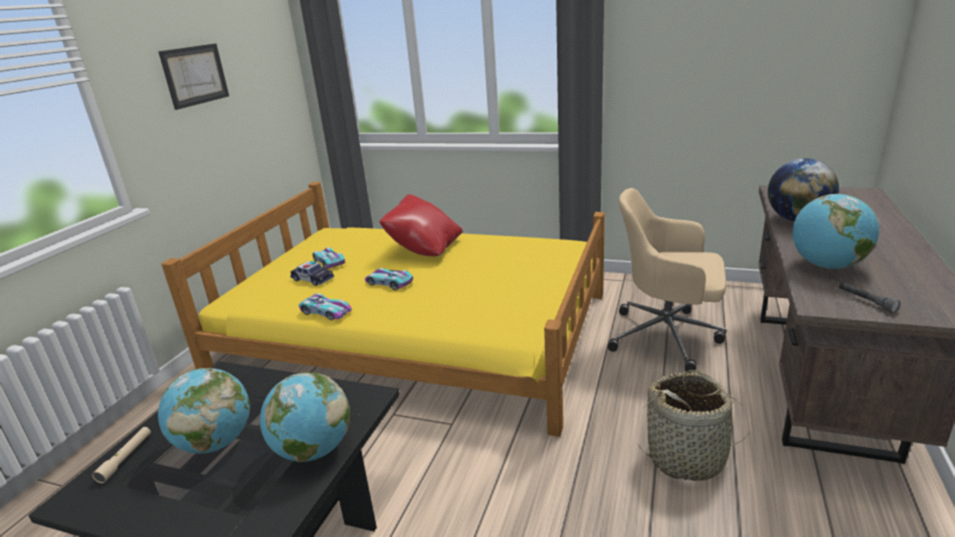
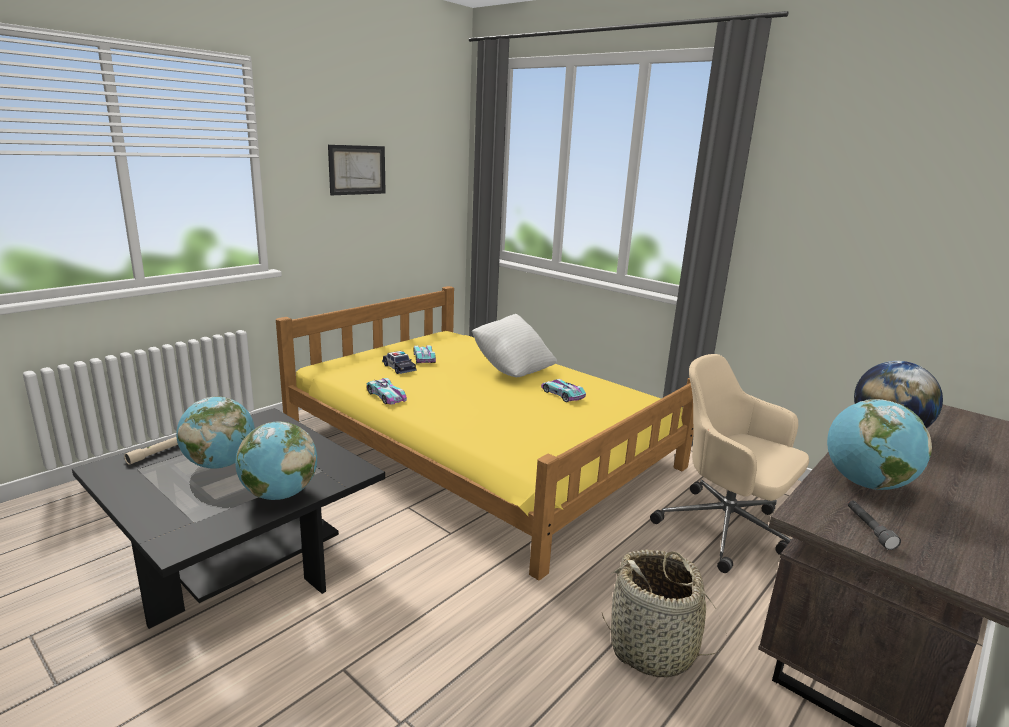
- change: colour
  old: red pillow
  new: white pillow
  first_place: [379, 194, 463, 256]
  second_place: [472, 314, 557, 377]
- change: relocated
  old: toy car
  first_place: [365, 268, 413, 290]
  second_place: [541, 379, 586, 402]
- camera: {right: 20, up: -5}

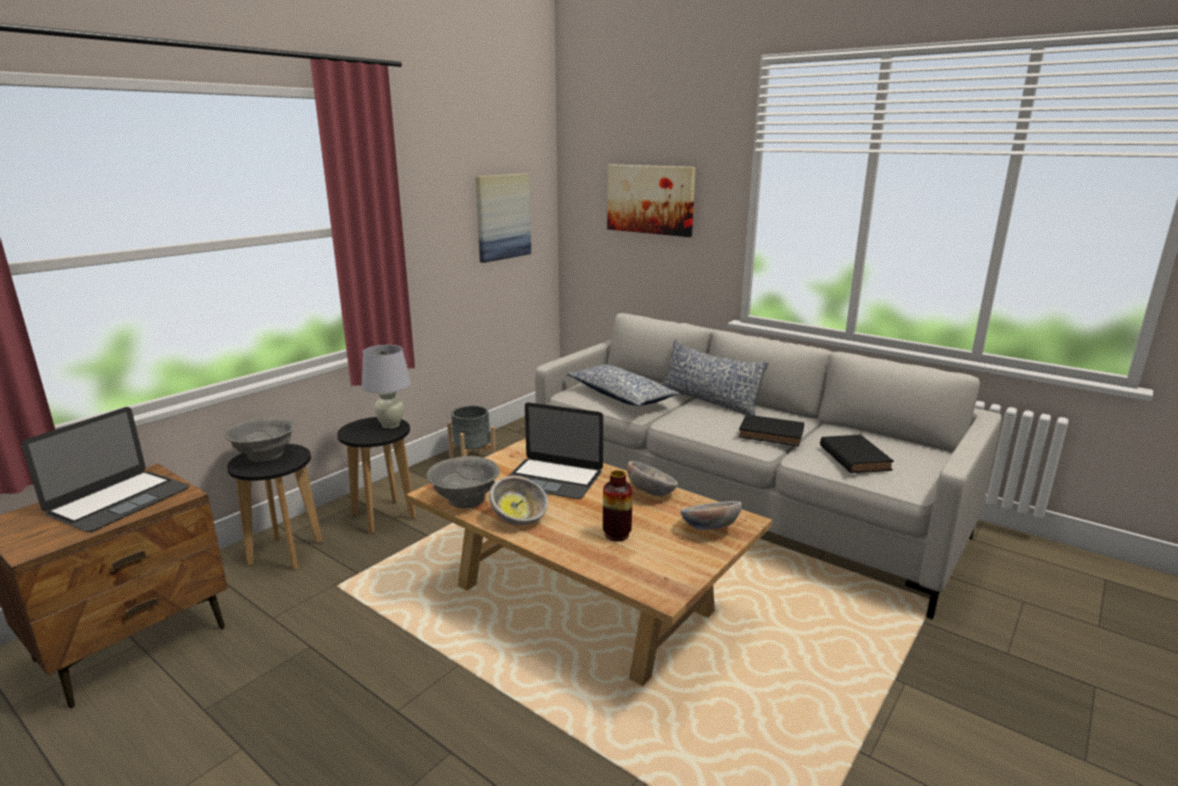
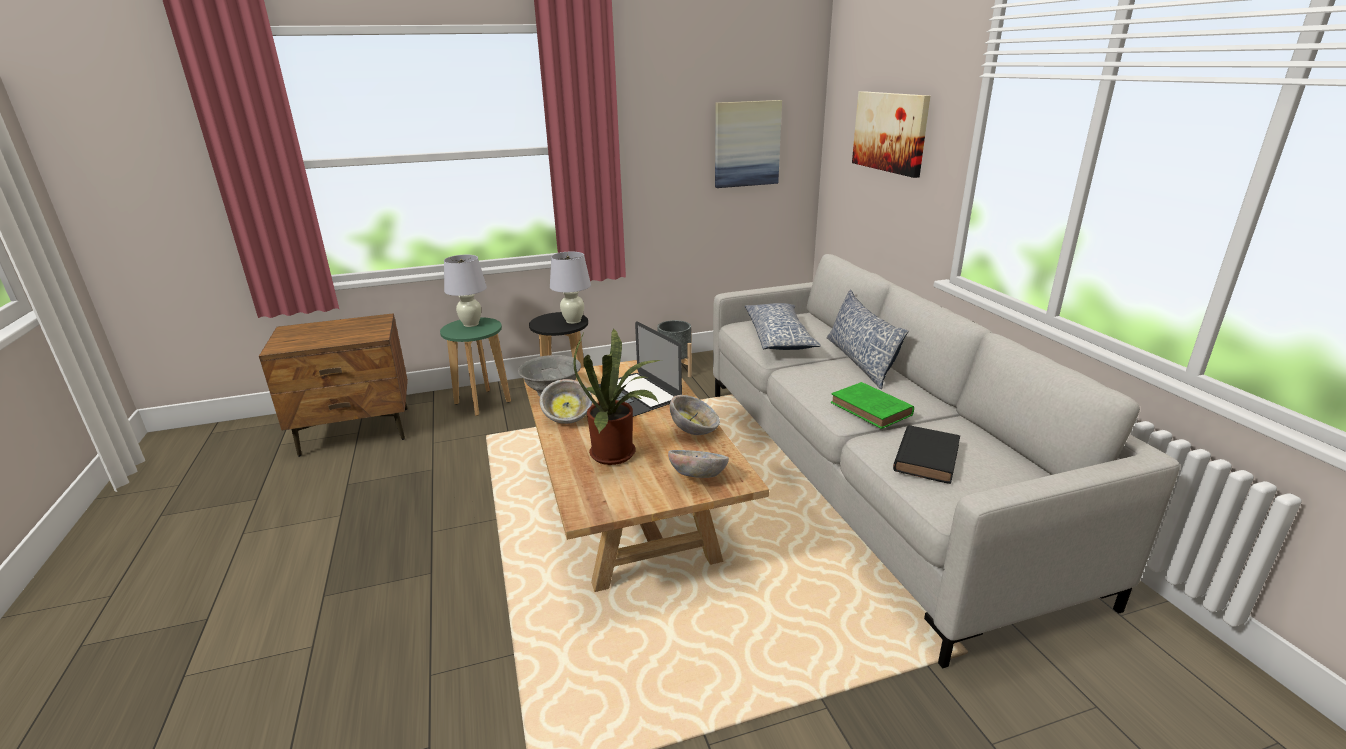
- change: missing
  old: laptop
  first_place: [22, 407, 190, 532]
- change: colour
  old: black book
  new: green book
  first_place: [738, 415, 804, 446]
  second_place: [831, 382, 914, 429]
- change: exchanged
  old: grey bowl
  new: white table lamp
  first_place: [224, 417, 295, 462]
  second_place: [444, 255, 487, 327]
- change: colour
  old: black stool
  new: green stool
  first_place: [227, 444, 323, 570]
  second_place: [440, 317, 511, 416]
- change: exchanged
  old: vase
  new: potted plant
  first_place: [603, 470, 633, 541]
  second_place: [573, 329, 660, 465]
- camera: {right: 35, up: 5}

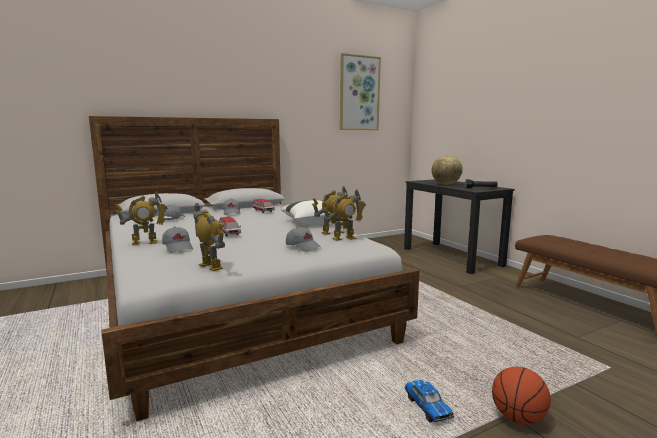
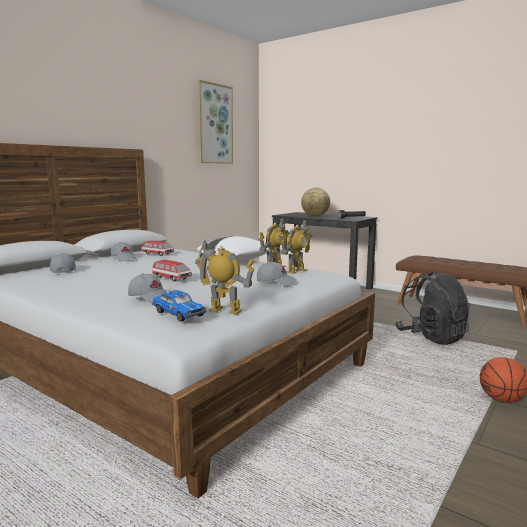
- change: missing
  old: toy robot
  first_place: [115, 192, 168, 245]
- change: relocated
  old: toy car
  first_place: [404, 380, 454, 423]
  second_place: [152, 290, 206, 322]
- change: appeared
  new: black backpack
  second_place: [395, 271, 470, 345]
- camera: {right: -25, up: 0}

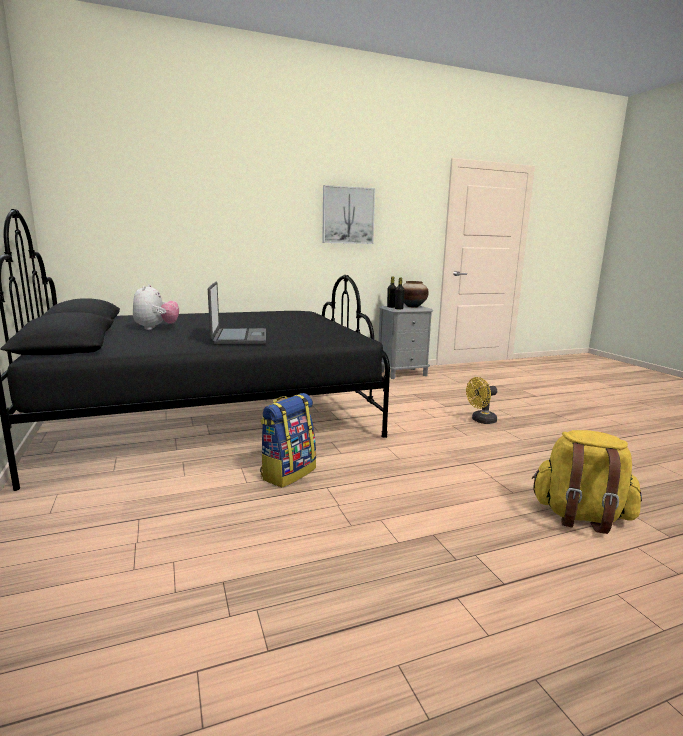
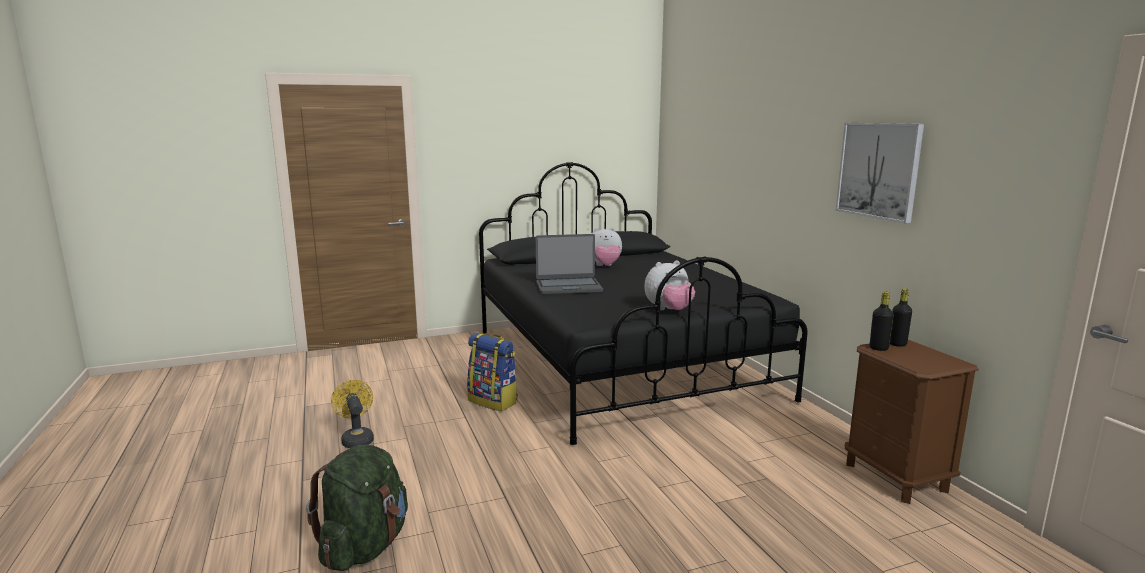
- change: missing
  old: vase
  first_place: [402, 281, 429, 308]
- change: colour
  old: grey nightstand
  new: brown nightstand
  first_place: [379, 305, 433, 379]
  second_place: [845, 340, 979, 504]
- change: relocated
  old: yellow fan
  first_place: [466, 377, 497, 424]
  second_place: [331, 380, 374, 448]
- change: colour
  old: yellow backpack
  new: green backpack
  first_place: [532, 430, 642, 534]
  second_place: [306, 445, 408, 571]
- change: appeared
  new: plush toy
  second_place: [645, 260, 695, 310]
- camera: {right: 90, up: 0}

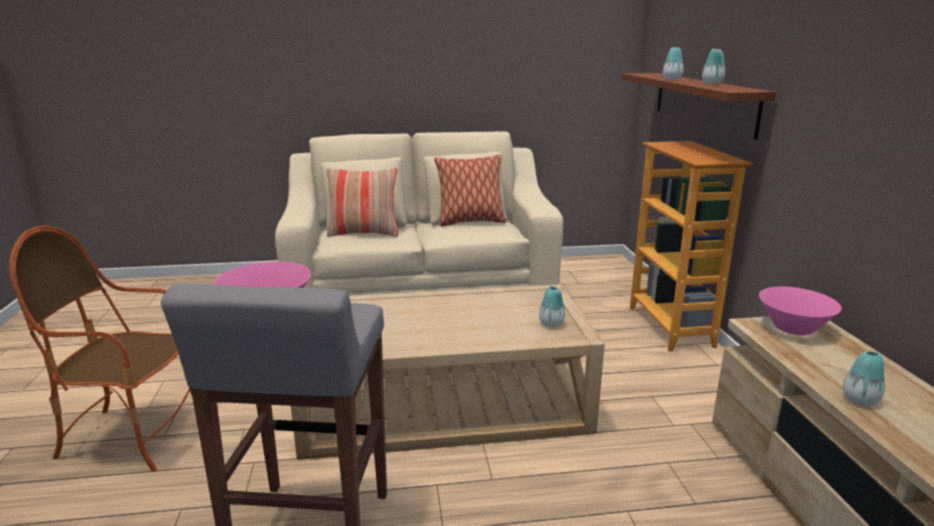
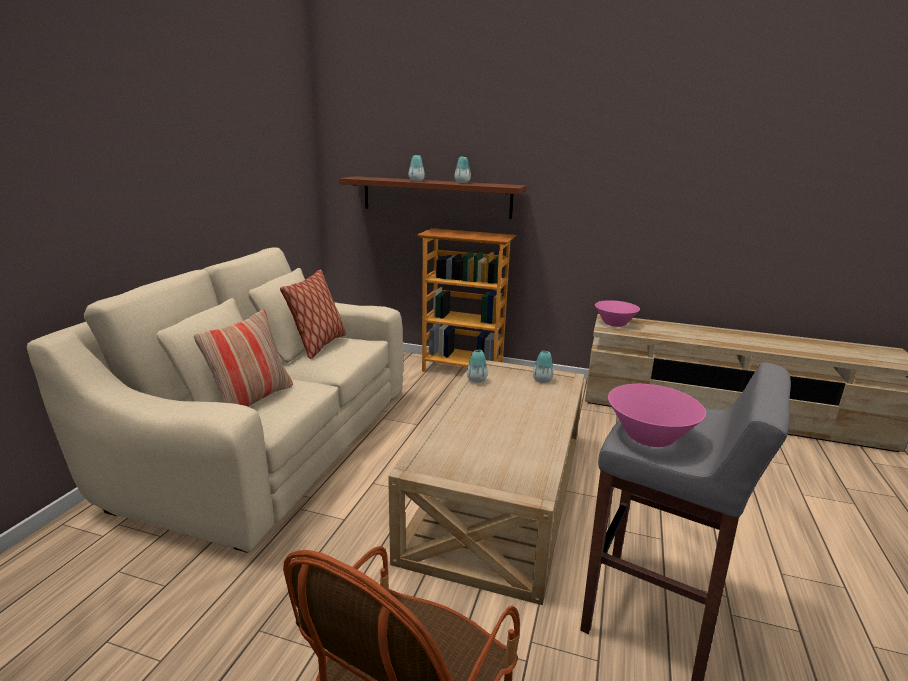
- change: relocated
  old: vase
  first_place: [843, 351, 885, 406]
  second_place: [467, 350, 488, 383]
- camera: {right: -65, up: 0}

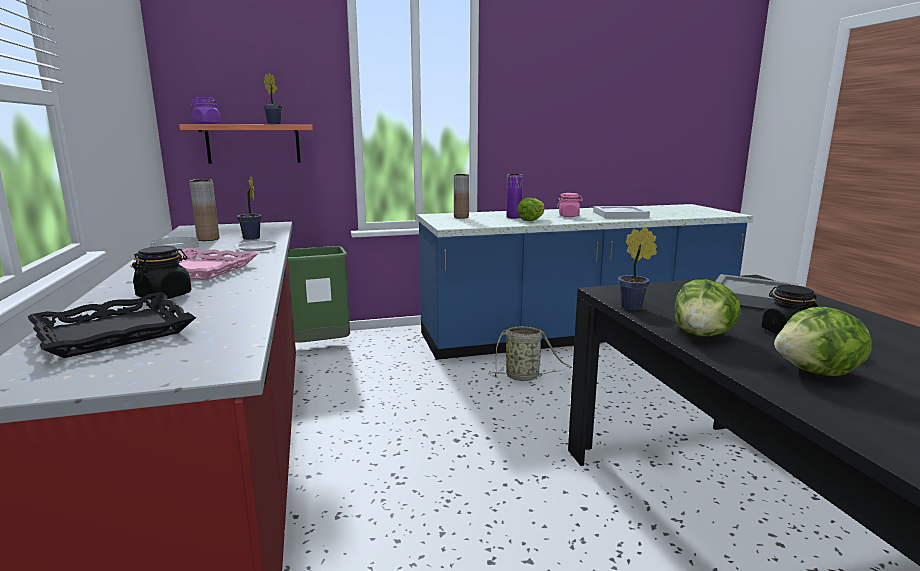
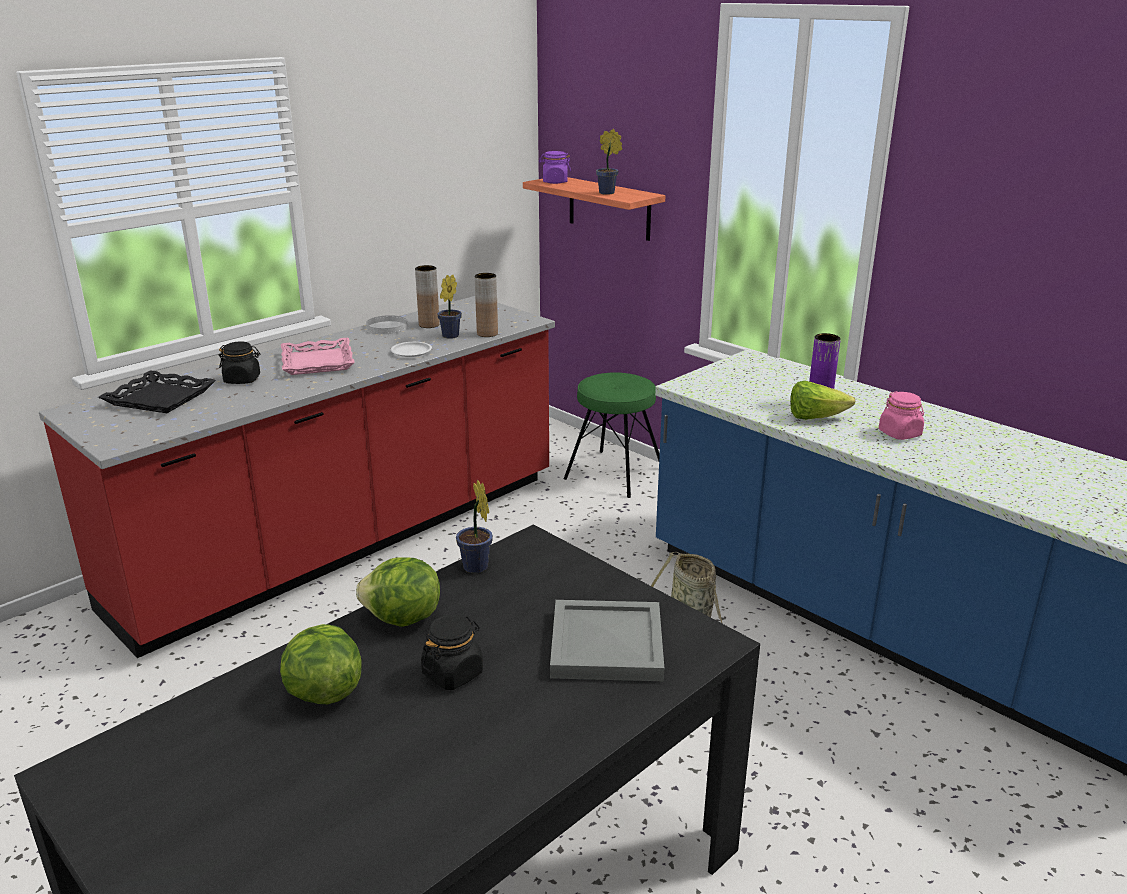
- change: relocated
  old: brown vase
  first_place: [454, 174, 469, 219]
  second_place: [475, 273, 498, 337]
- change: missing
  old: white tray
  first_place: [593, 206, 650, 219]
- change: exchanged
  old: green trash can
  new: green stool
  first_place: [288, 246, 350, 343]
  second_place: [564, 372, 660, 498]
- camera: {right: 60, up: 10}

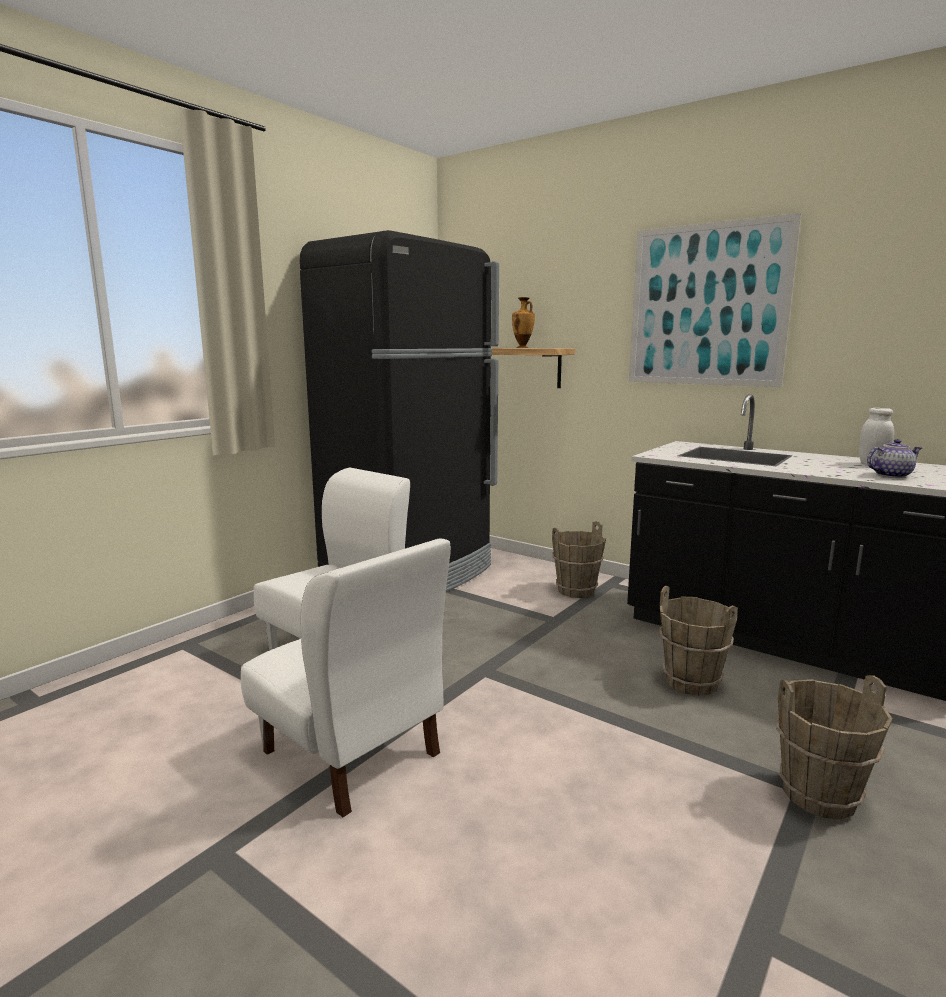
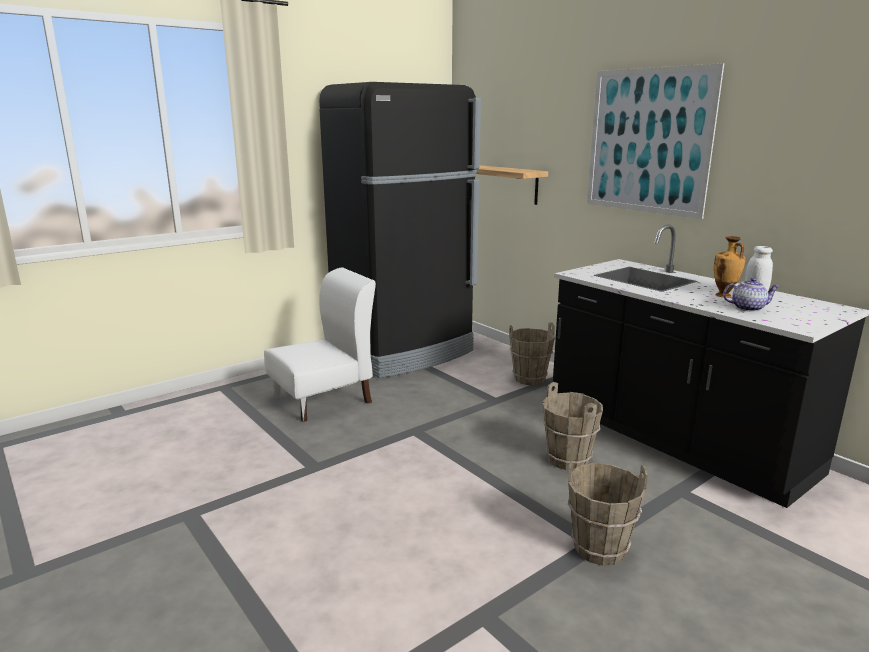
- change: relocated
  old: vase
  first_place: [512, 297, 535, 348]
  second_place: [714, 236, 746, 298]
- change: missing
  old: white chair
  first_place: [241, 538, 451, 817]
- camera: {right: 15, up: 5}

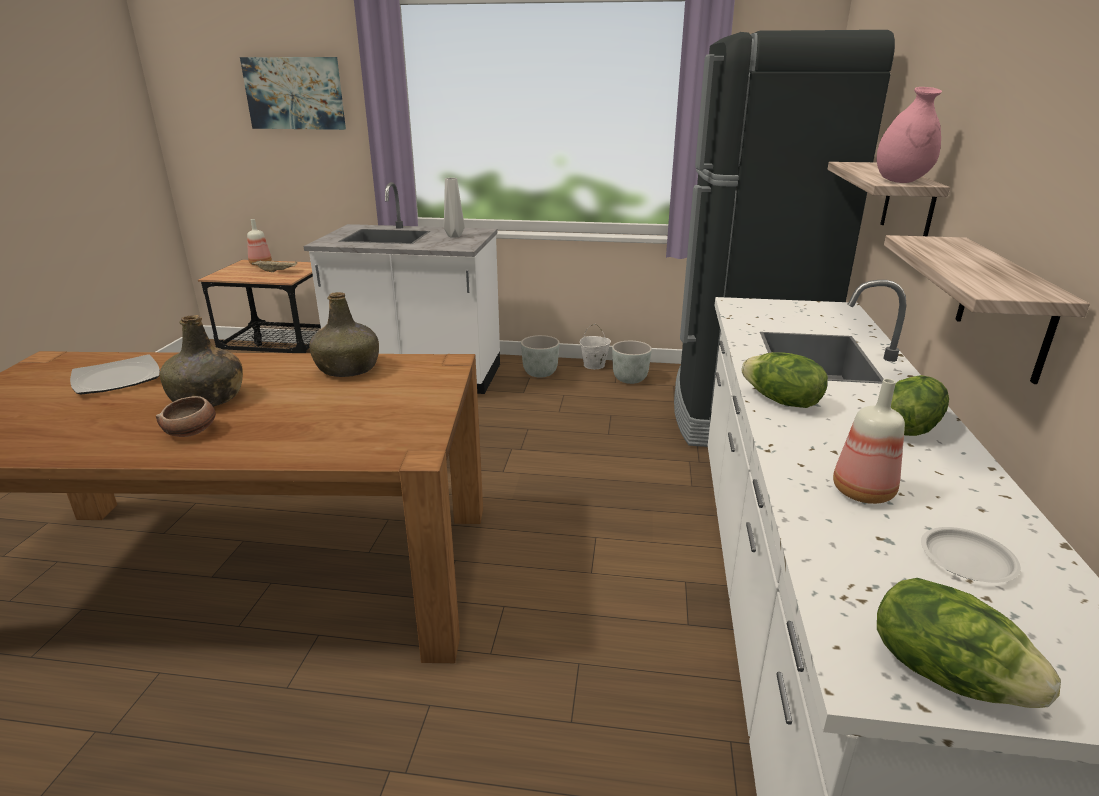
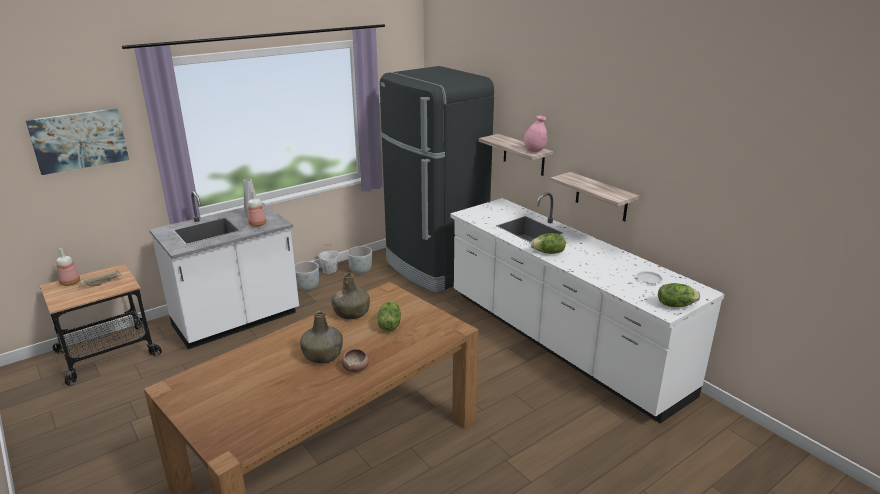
- change: missing
  old: plate
  first_place: [70, 354, 160, 394]
- change: relocated
  old: lettuce
  first_place: [891, 375, 949, 436]
  second_place: [378, 301, 401, 331]
- change: relocated
  old: bottle
  first_place: [833, 379, 905, 504]
  second_place: [248, 190, 266, 227]
- camera: {right: -45, up: 0}

